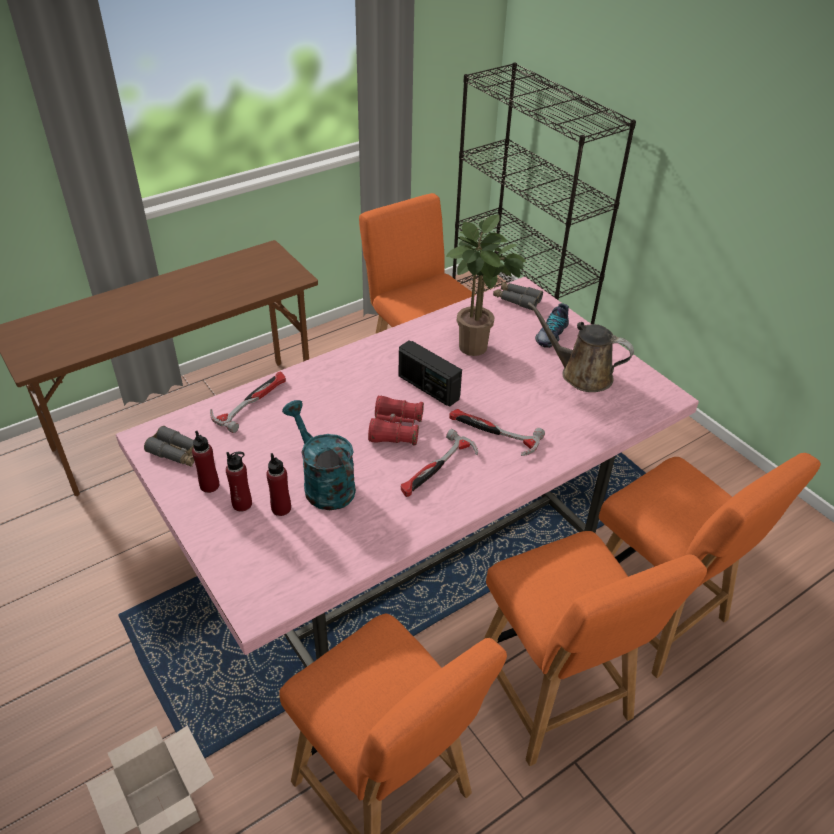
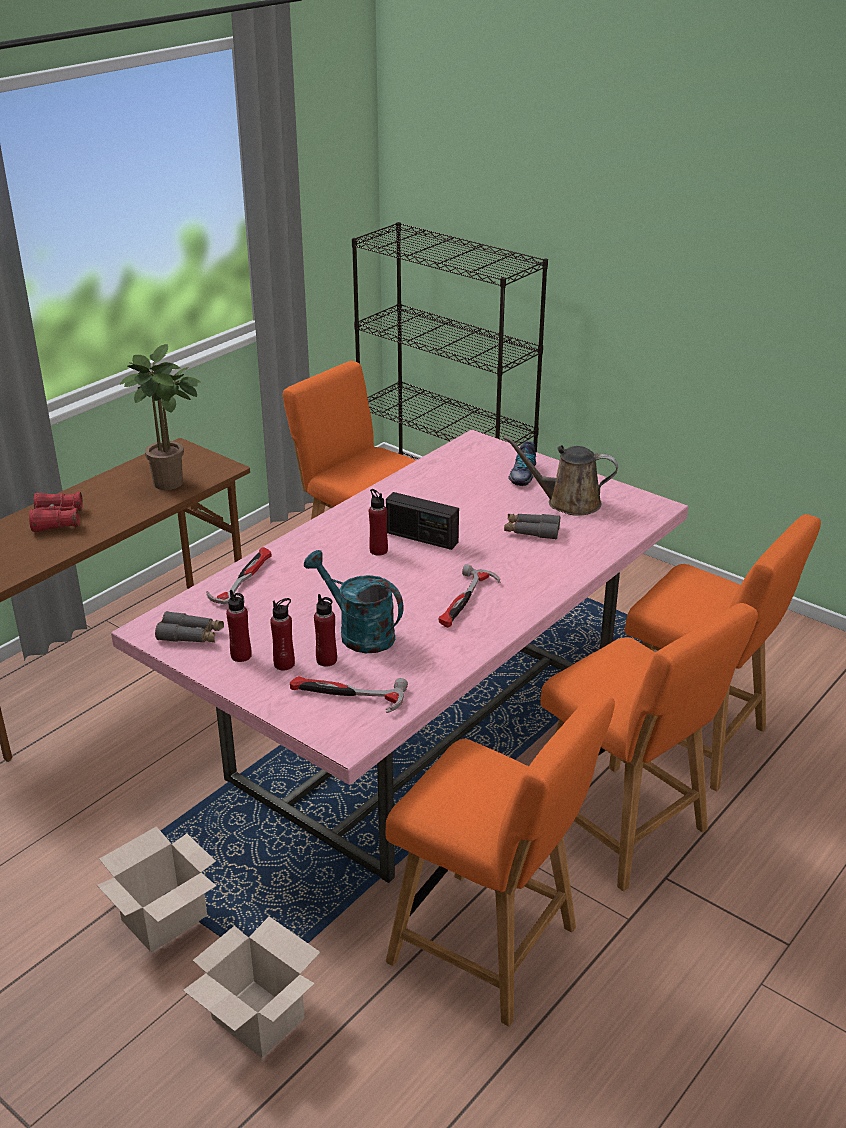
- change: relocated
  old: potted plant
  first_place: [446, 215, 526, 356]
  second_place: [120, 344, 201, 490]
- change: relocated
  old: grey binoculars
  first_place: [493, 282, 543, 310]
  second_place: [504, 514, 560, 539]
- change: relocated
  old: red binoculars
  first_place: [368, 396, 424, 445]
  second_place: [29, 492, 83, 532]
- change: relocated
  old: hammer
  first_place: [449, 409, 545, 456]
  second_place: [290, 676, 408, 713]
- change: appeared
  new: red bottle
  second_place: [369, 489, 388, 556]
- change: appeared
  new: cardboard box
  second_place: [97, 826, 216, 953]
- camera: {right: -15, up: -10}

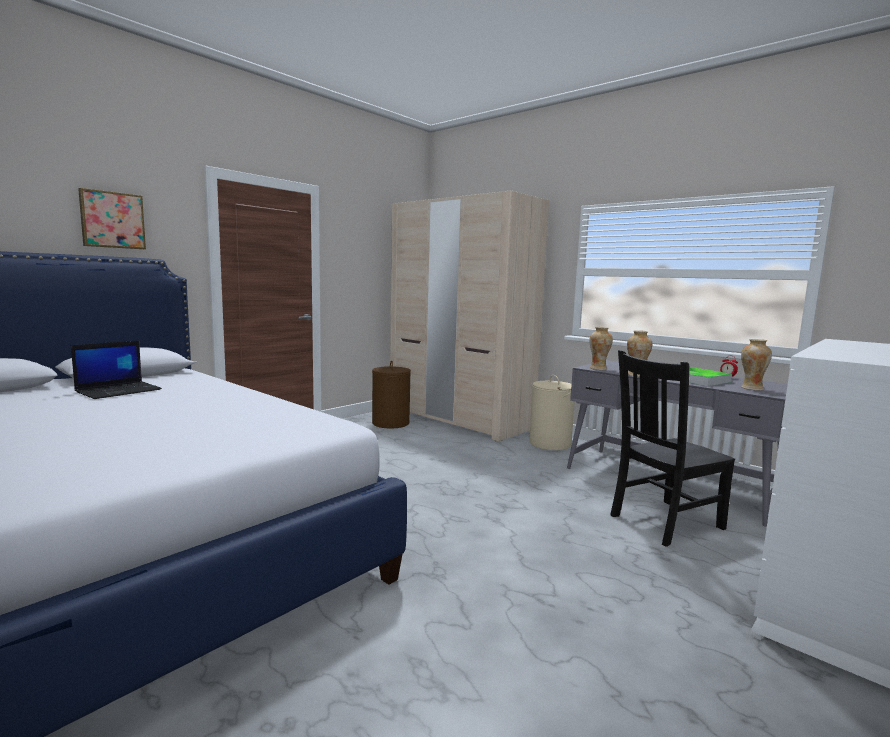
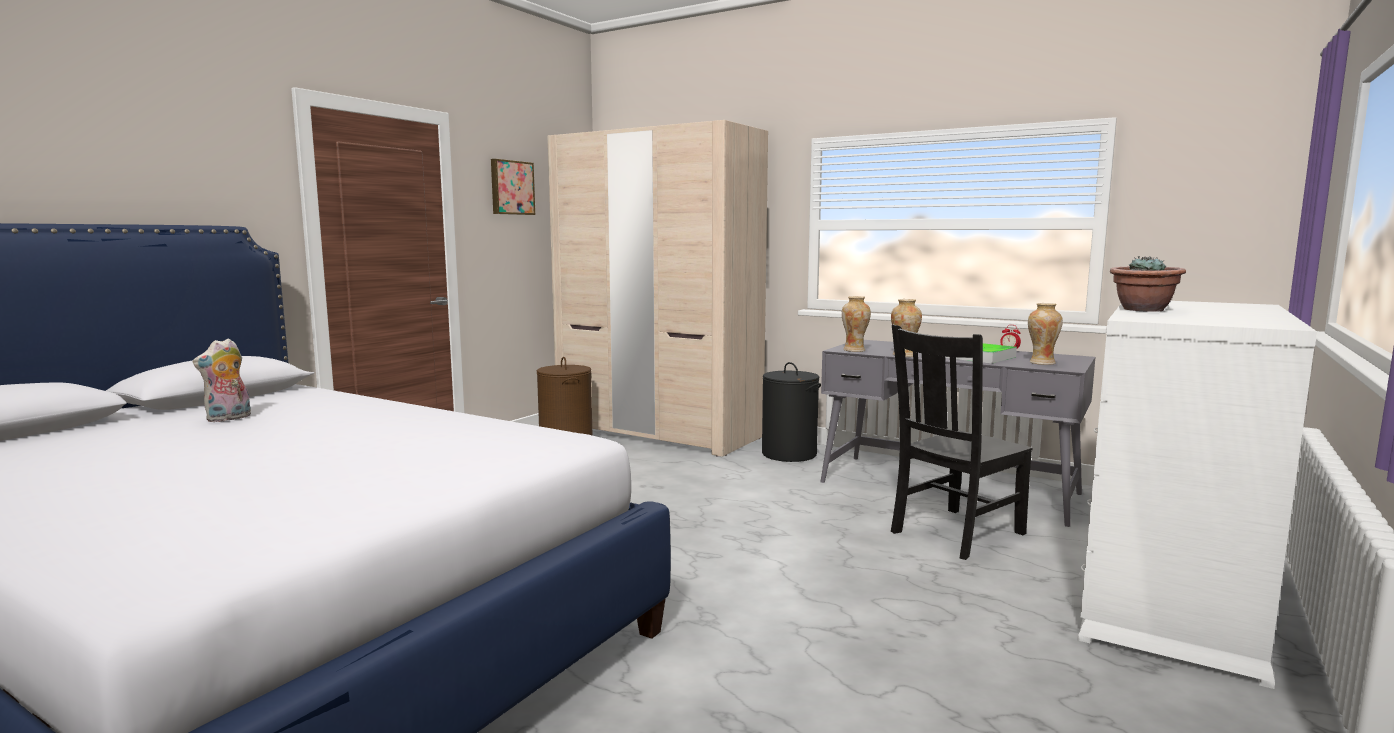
- change: relocated
  old: picture
  first_place: [78, 188, 146, 249]
  second_place: [491, 159, 535, 215]
- change: exchanged
  old: laptop
  new: plush toy
  first_place: [71, 341, 162, 399]
  second_place: [192, 338, 251, 422]
- change: colour
  old: beige laundry basket
  new: black laundry basket
  first_place: [529, 375, 575, 450]
  second_place: [762, 362, 821, 462]
- change: appeared
  new: potted plant
  second_place: [1110, 256, 1186, 312]
- camera: {right: -10, up: 0}

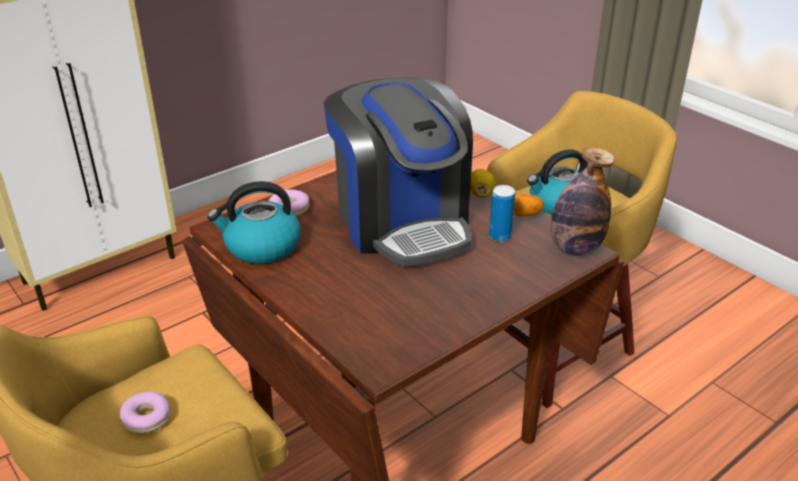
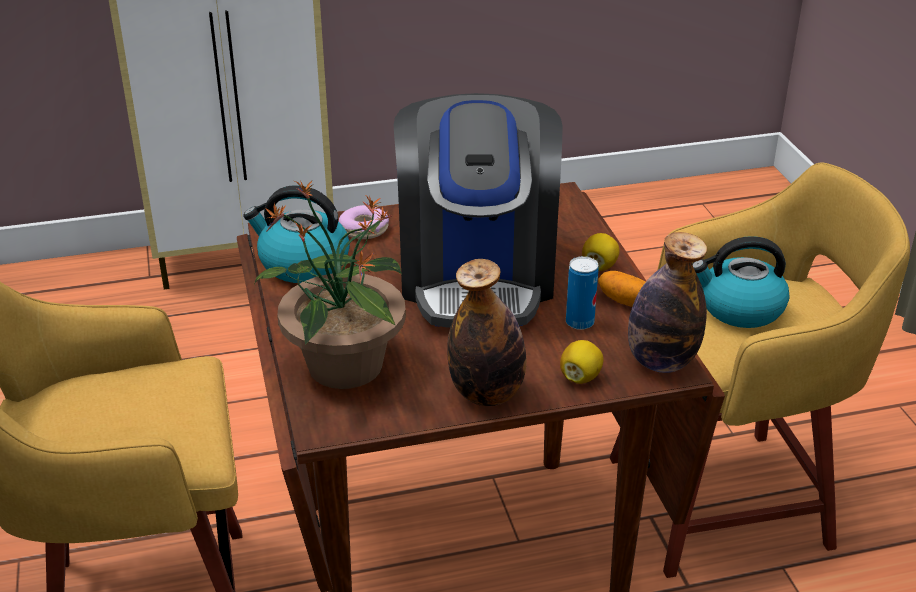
- change: missing
  old: donut
  first_place: [120, 391, 170, 433]
- change: appeared
  new: potted plant
  second_place: [254, 180, 406, 389]
- change: appeared
  new: bottle
  second_place: [447, 259, 526, 406]
- change: appeared
  new: lemon
  second_place: [560, 340, 603, 384]
- camera: {right: 25, up: 0}

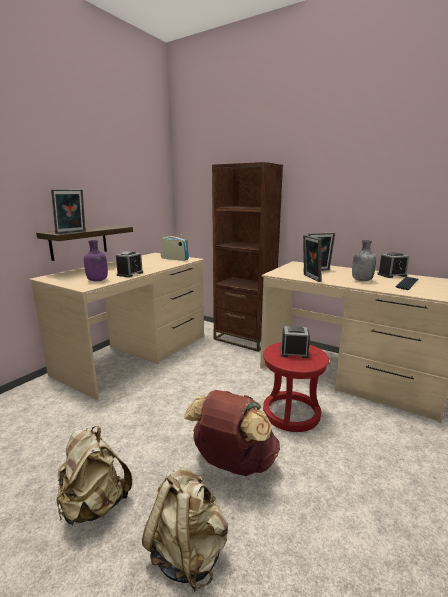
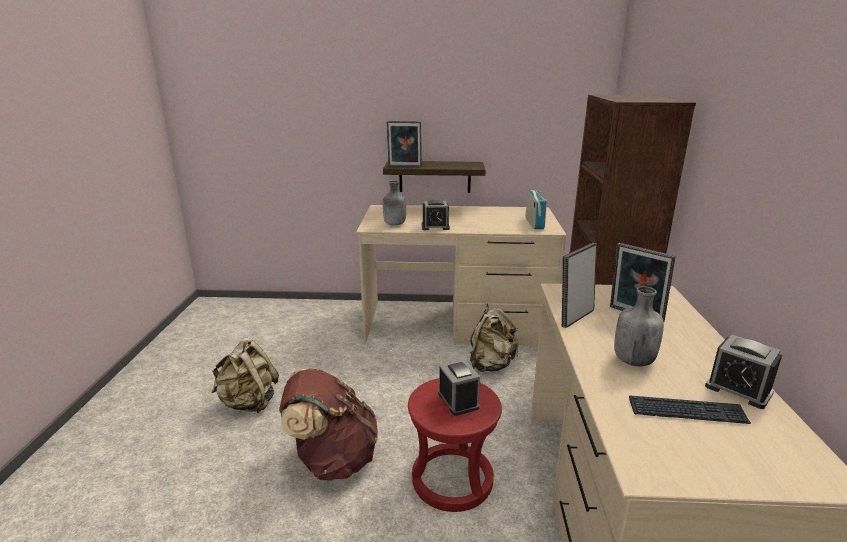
- change: colour
  old: purple bottle
  new: grey bottle
  first_place: [84, 240, 108, 281]
  second_place: [383, 181, 406, 226]
- change: relocated
  old: beige backpack
  first_place: [142, 466, 228, 592]
  second_place: [470, 303, 519, 372]
- camera: {right: 60, up: 5}

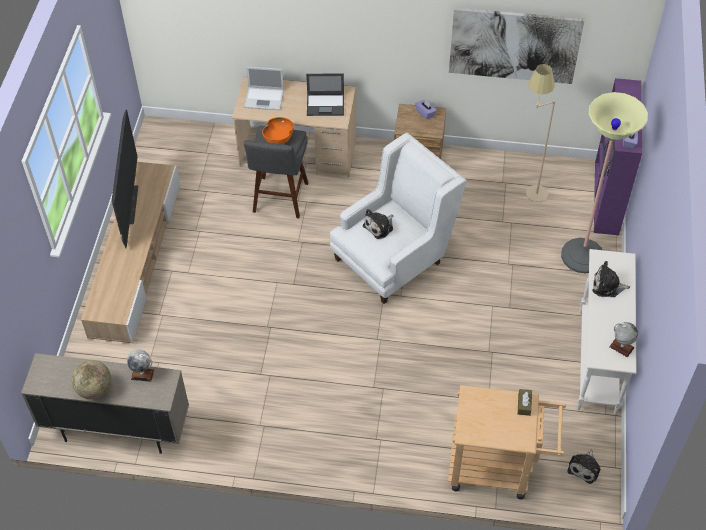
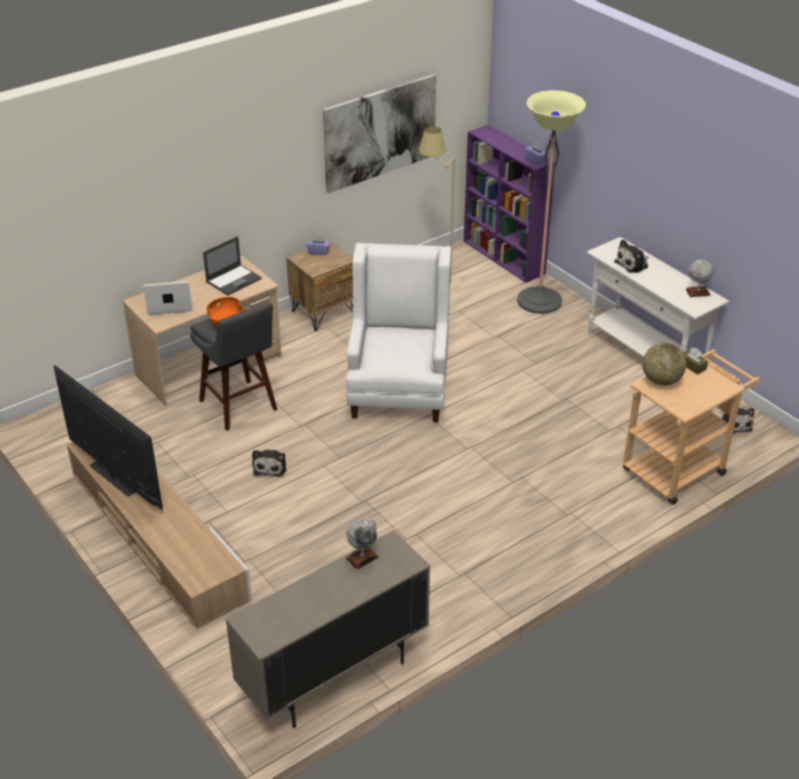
- change: spun
  old: laptop
  first_place: [244, 66, 284, 110]
  second_place: [143, 281, 192, 315]
  degrees: -150
- change: relocated
  old: plush toy
  first_place: [363, 209, 393, 239]
  second_place: [252, 450, 286, 477]
- change: relocated
  old: globe
  first_place: [72, 360, 112, 399]
  second_place: [643, 343, 686, 386]
- camera: {right: -45, up: -15}

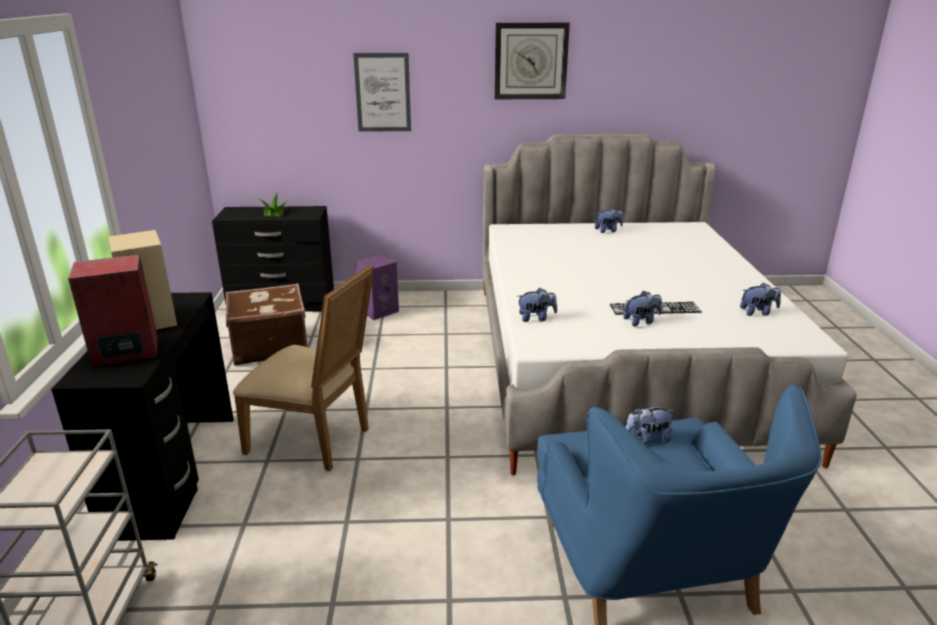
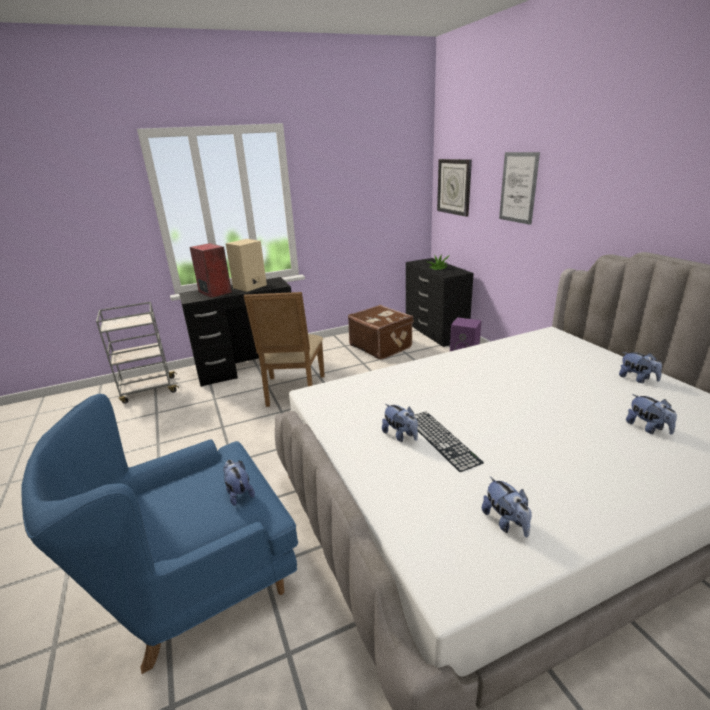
- change: relocated
  old: wall clock
  first_place: [495, 22, 570, 99]
  second_place: [437, 159, 472, 217]
- change: relocated
  old: plush toy
  first_place: [517, 288, 557, 322]
  second_place: [626, 394, 677, 435]
- camera: {right: 70, up: 0}

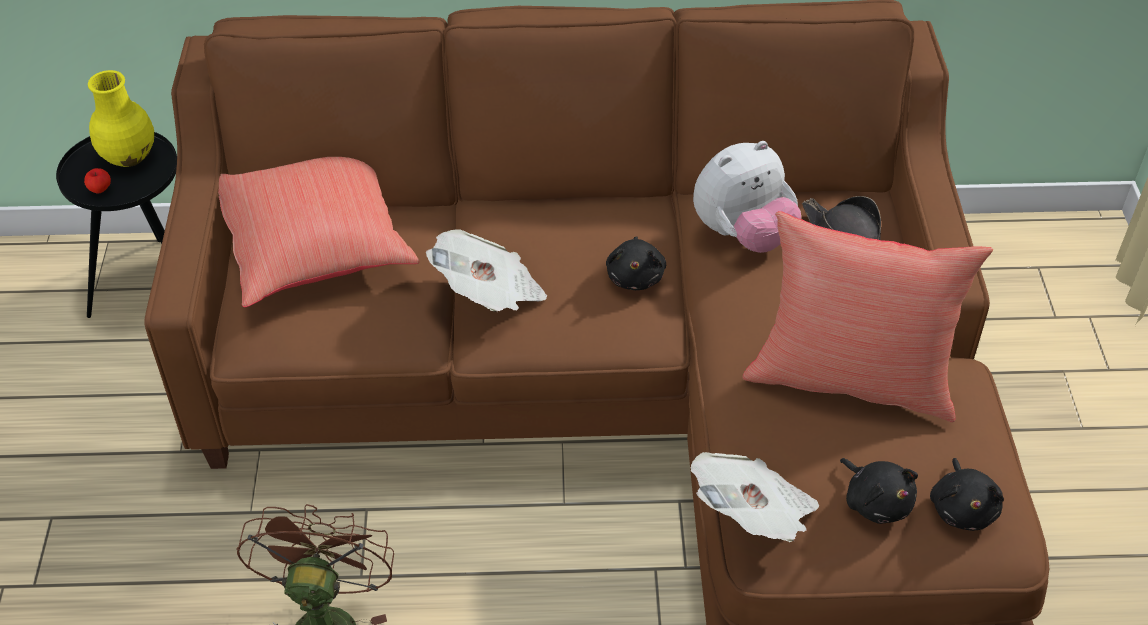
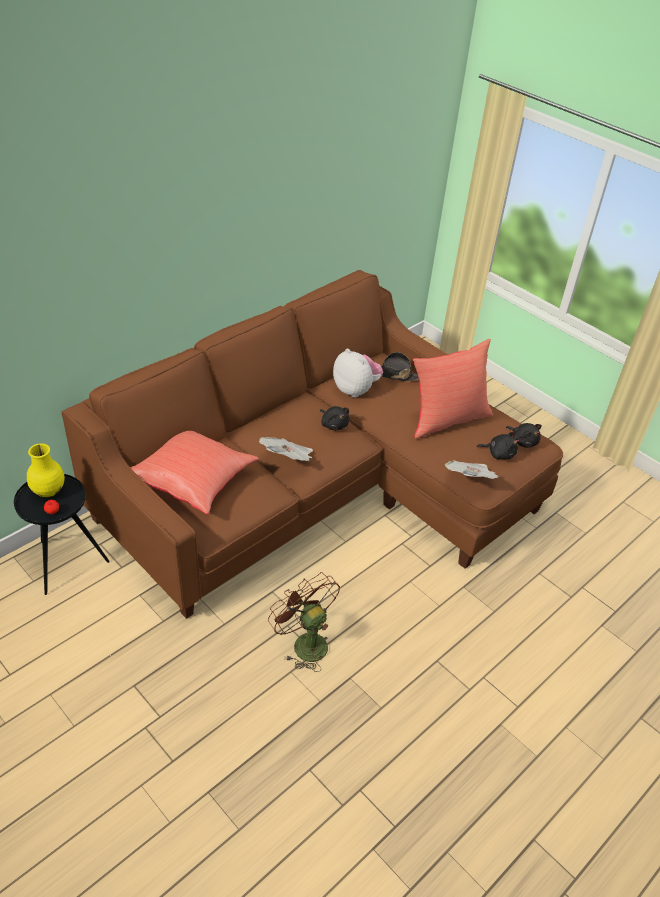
- change: spun
  old: plush toy
  first_place: [693, 141, 801, 253]
  second_place: [333, 349, 383, 398]
  degrees: -60
- camera: {right: -45, up: -5}

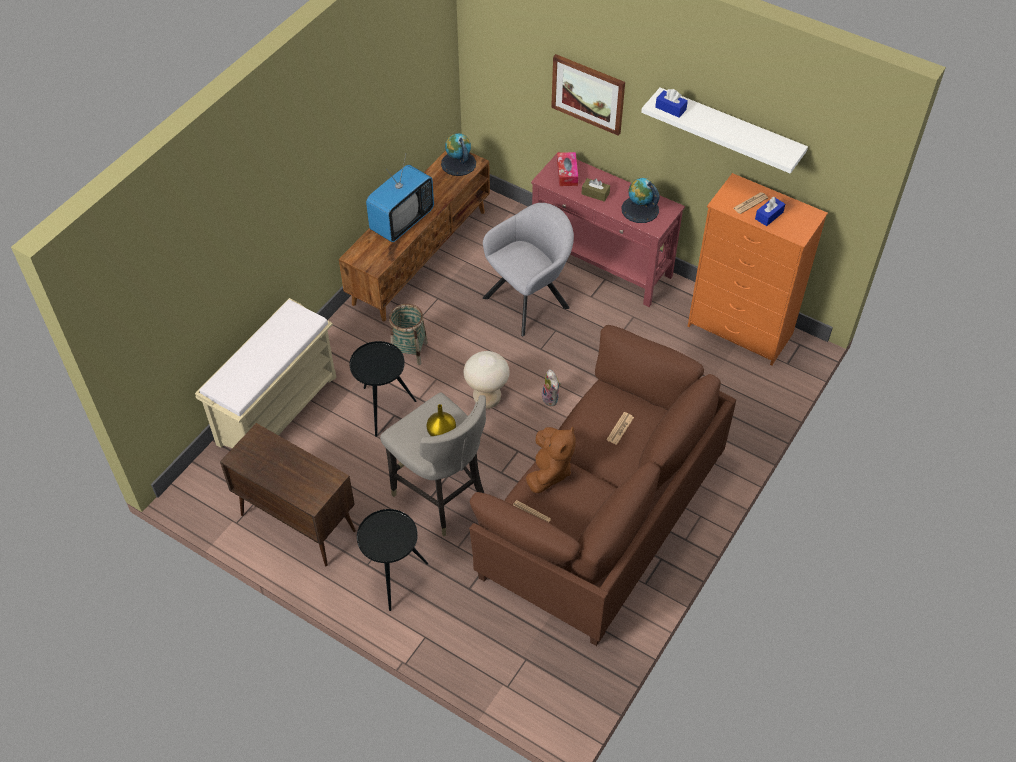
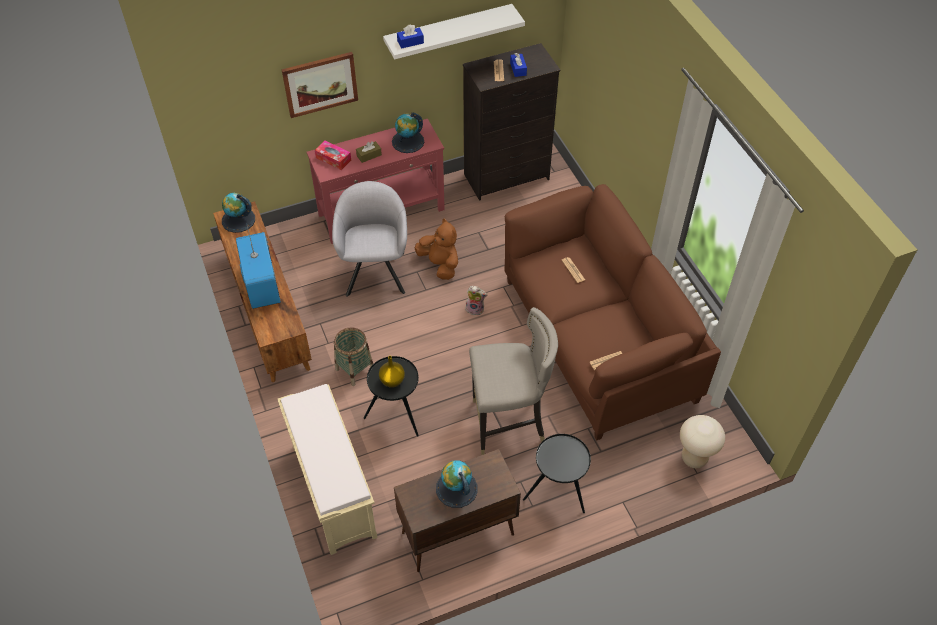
- change: colour
  old: orange dresser
  new: black dresser
  first_place: [688, 173, 828, 366]
  second_place: [463, 43, 560, 201]
- change: relocated
  old: beige stool
  first_place: [464, 351, 510, 409]
  second_place: [680, 415, 725, 468]
- change: relocated
  old: yellow vase
  first_place: [426, 404, 456, 436]
  second_place: [379, 356, 405, 388]
- change: relocated
  old: brown plush toy
  first_place: [526, 427, 576, 493]
  second_place: [415, 218, 458, 280]
- change: appeared
  new: globe
  second_place: [436, 460, 477, 508]
- camera: {right: -55, up: 0}

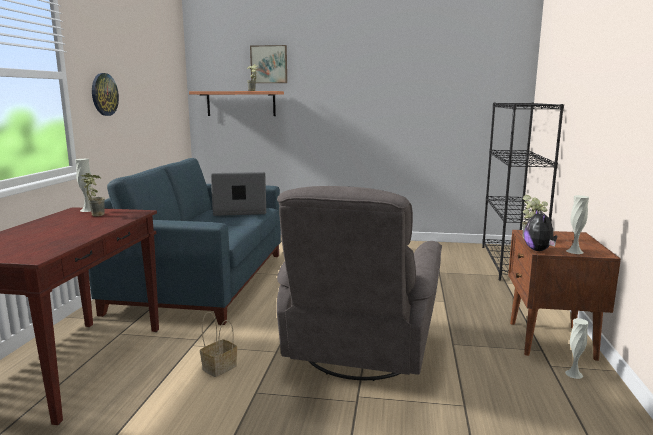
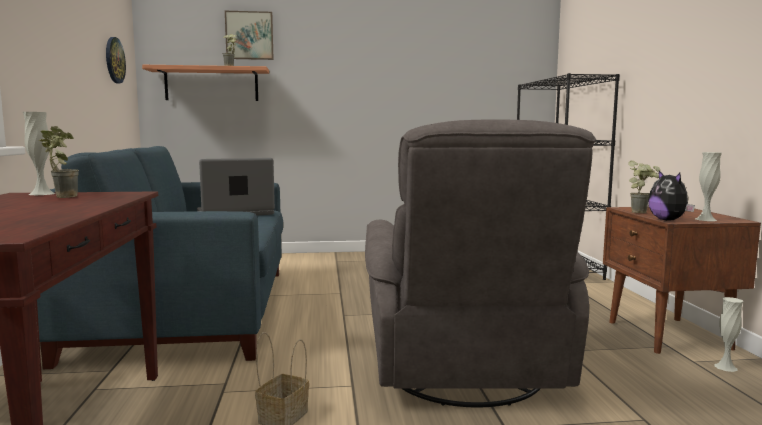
- change: relocated
  old: wall clock
  first_place: [92, 73, 119, 116]
  second_place: [106, 37, 126, 83]
- camera: {right: -15, up: -5}

